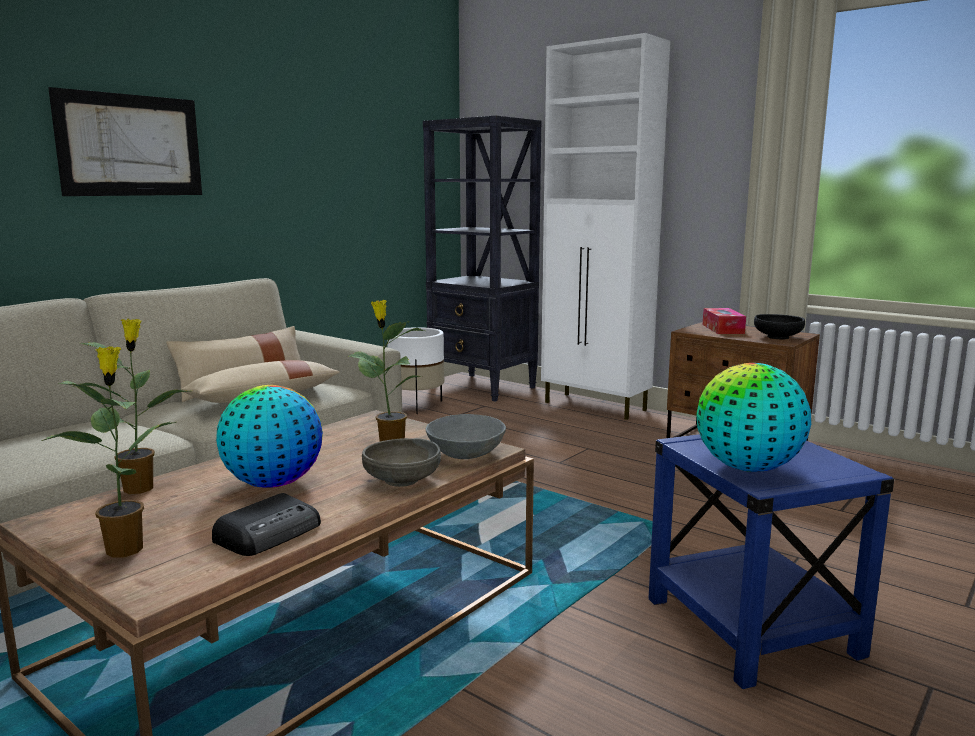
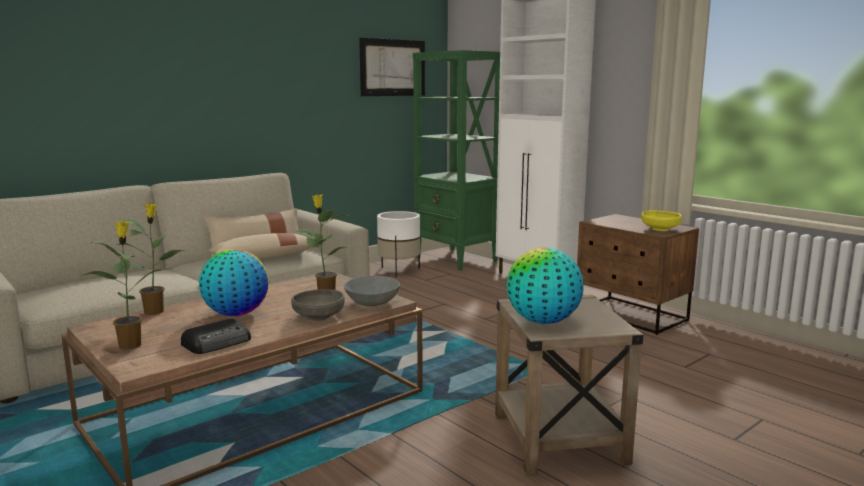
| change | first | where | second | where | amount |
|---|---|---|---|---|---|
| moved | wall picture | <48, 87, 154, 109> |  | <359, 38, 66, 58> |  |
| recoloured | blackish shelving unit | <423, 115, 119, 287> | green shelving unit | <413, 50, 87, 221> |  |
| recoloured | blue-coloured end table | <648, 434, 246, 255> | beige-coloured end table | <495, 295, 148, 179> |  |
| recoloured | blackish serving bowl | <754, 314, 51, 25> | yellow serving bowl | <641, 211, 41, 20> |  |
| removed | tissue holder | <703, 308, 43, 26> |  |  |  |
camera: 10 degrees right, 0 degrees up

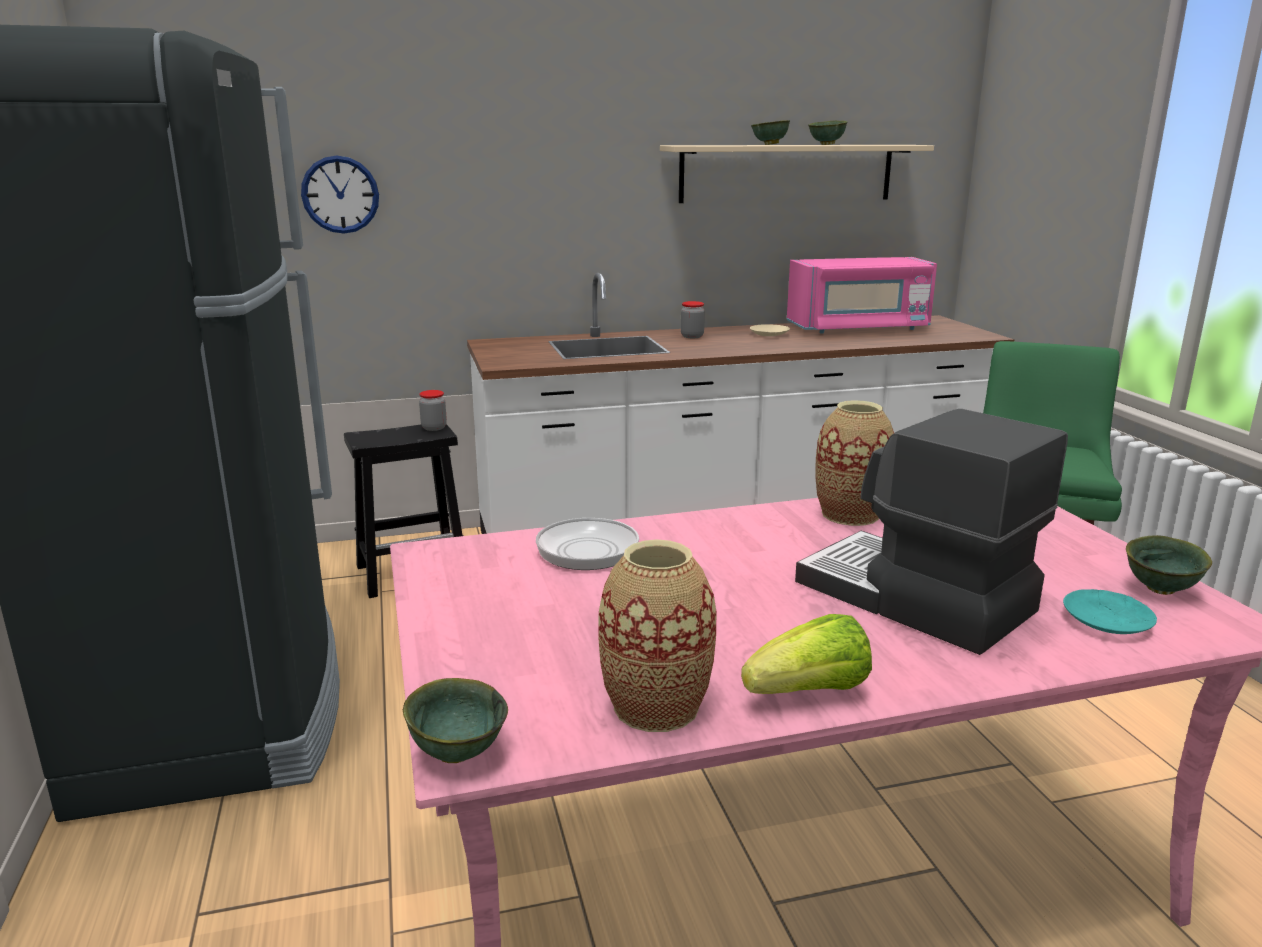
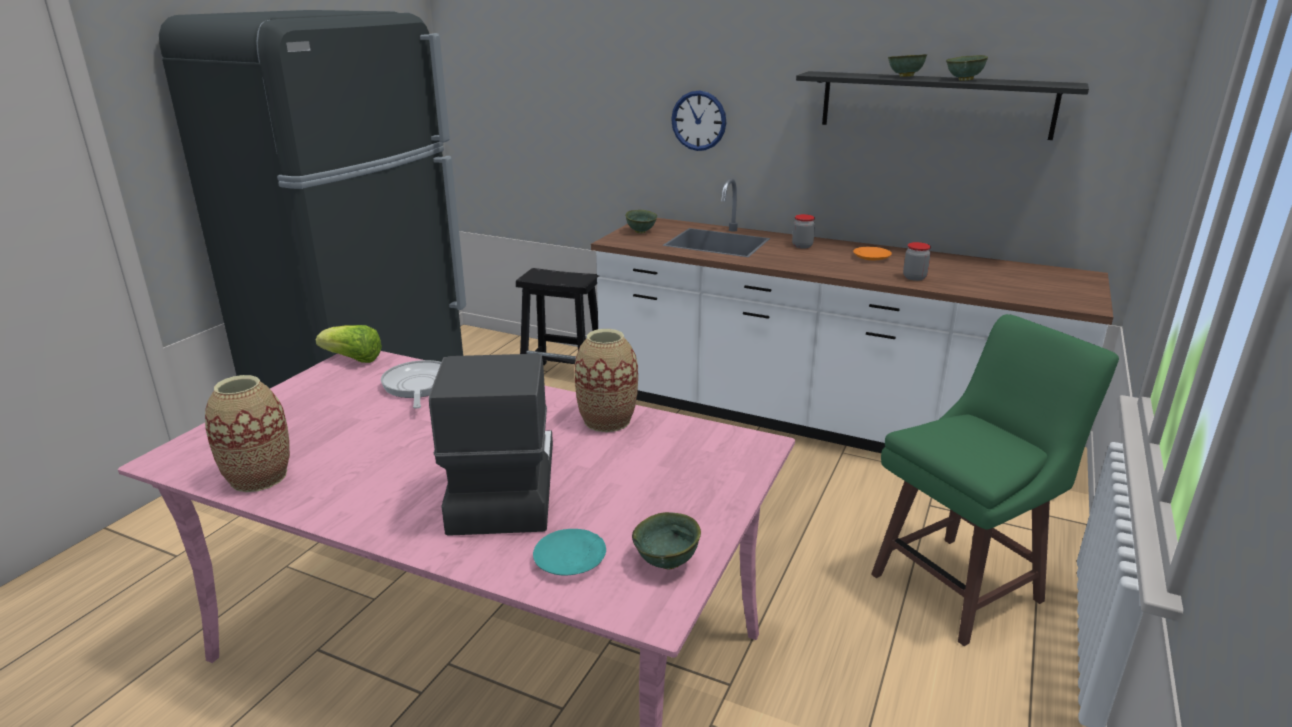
| change | first | where | second | where | amount |
|---|---|---|---|---|---|
| moved | lettuce | <741, 614, 131, 80> |  | <316, 325, 66, 38> |  |
| moved | green serving bowl | <403, 678, 105, 85> |  | <625, 210, 32, 23> |  |
| moved | hanging clock | <301, 155, 78, 79> |  | <671, 91, 55, 60> |  |
| recoloured | beige-coloured wall shelf | <660, 145, 274, 58> | blackish wall shelf | <796, 71, 293, 69> |  |
| recoloured | beige-coloured plate | <750, 324, 40, 12> | orangey plate | <853, 247, 39, 13> |  |
| moved | storage jar | <419, 390, 28, 41> |  | <903, 242, 28, 39> |  |
| removed | pink microwave | <787, 257, 150, 77> |  |  |  |
camera: 40 degrees right, 5 degrees up

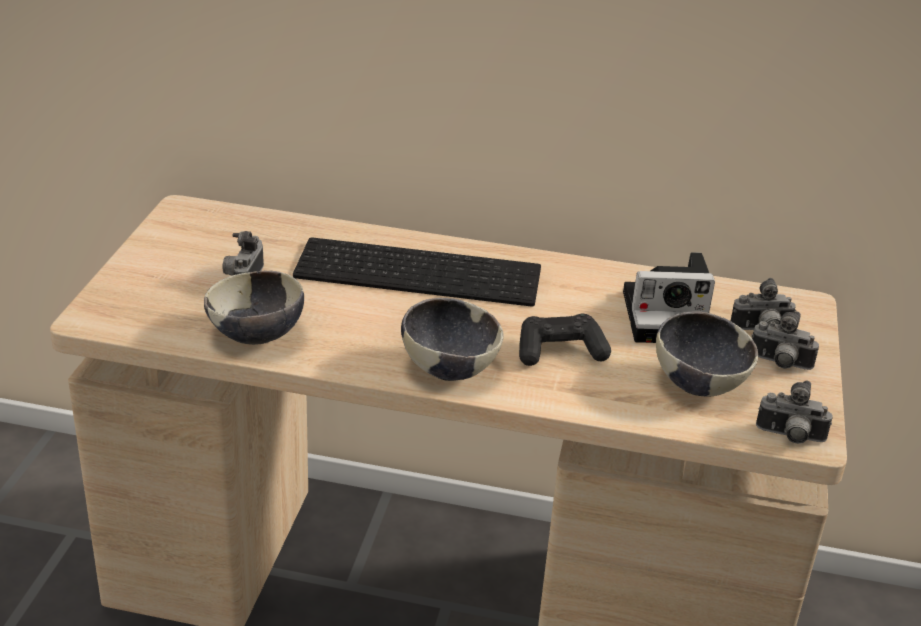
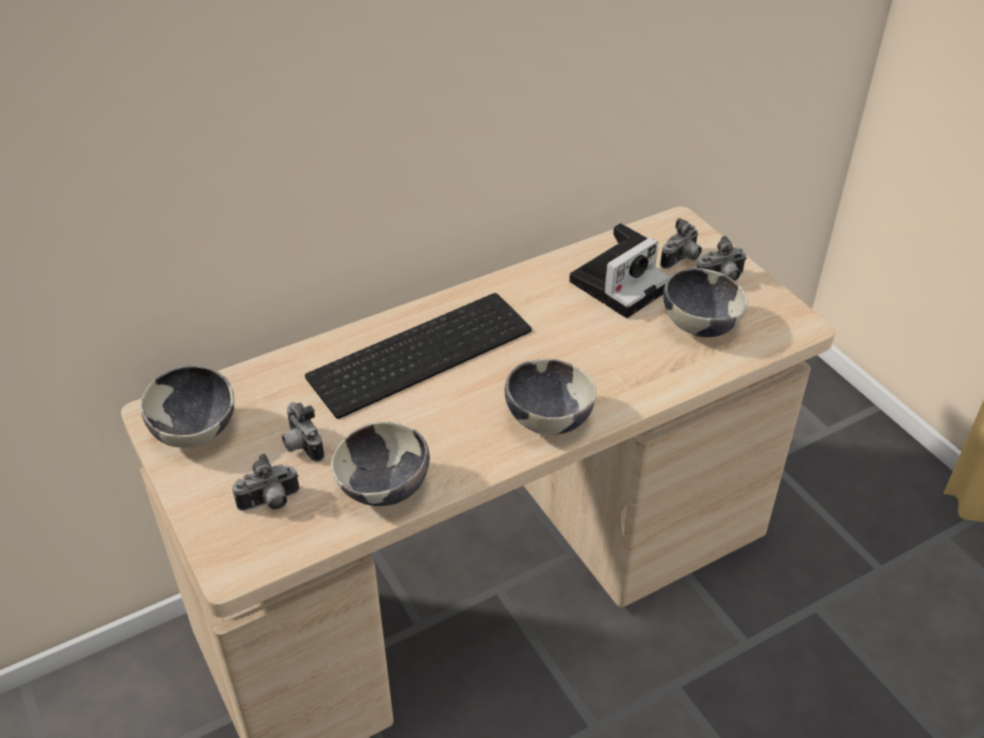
| change | first | where | second | where | amount |
|---|---|---|---|---|---|
| added |  |  | serving bowl | <140, 365, 94, 83> |  |
| moved | photo camera | <756, 381, 76, 63> |  | <232, 454, 67, 57> |  |
| removed | blackish gamepad | <519, 313, 92, 53> |  |  |  |
camera: 40 degrees left, 10 degrees up

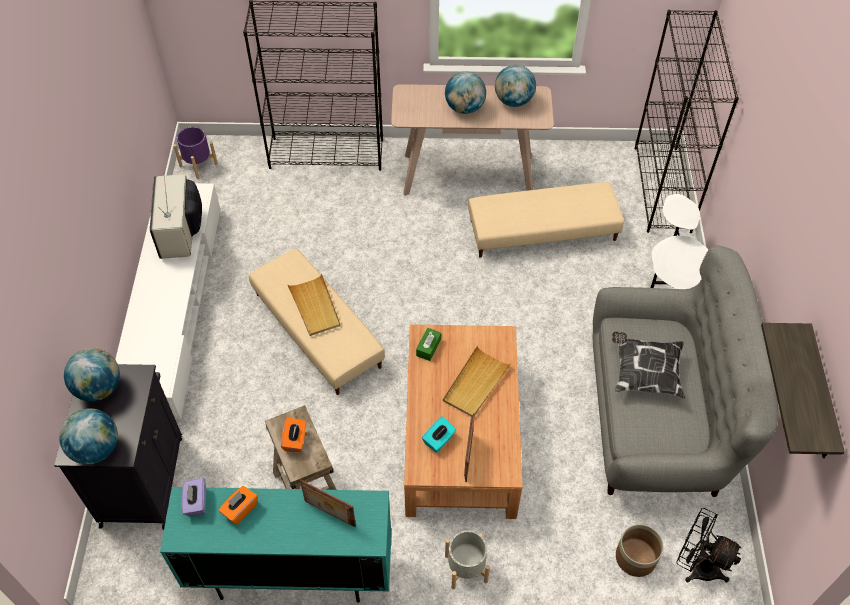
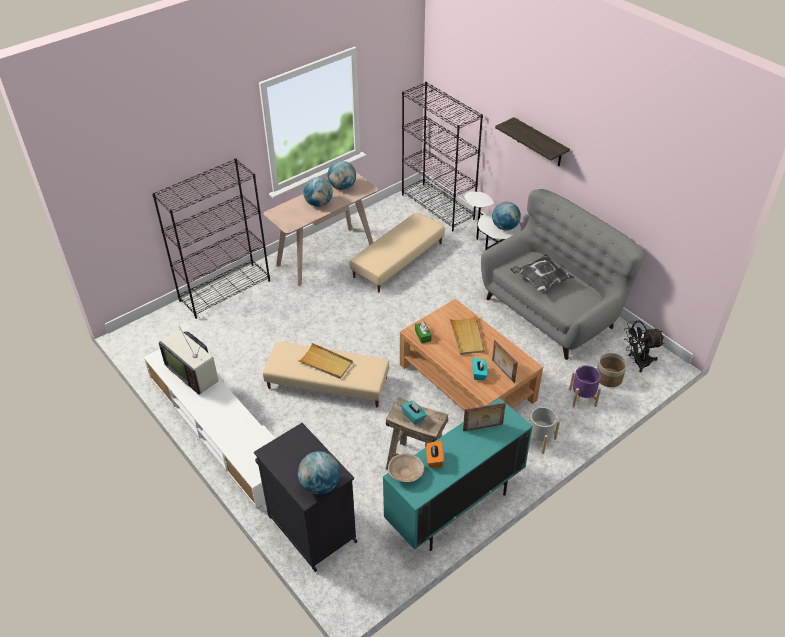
| change | first | where | second | where | amount |
|---|---|---|---|---|---|
| replaced | purple tissue holder | <182, 478, 24, 38> | beige-coloured serving bowl | <388, 453, 36, 29> |  |
| recoloured | orangey tissue holder | <281, 417, 25, 35> | turquoise tissue holder | <401, 400, 26, 25> |  |
| moved | desk globe | <64, 348, 56, 53> |  | <492, 202, 29, 29> |  |
| moved | wall shelf | <761, 323, 84, 135> |  | <495, 117, 75, 49> |  |
| moved | purple flower pot | <173, 127, 45, 52> |  | <569, 365, 32, 42> |  |
camera: 40 degrees left, 10 degrees down

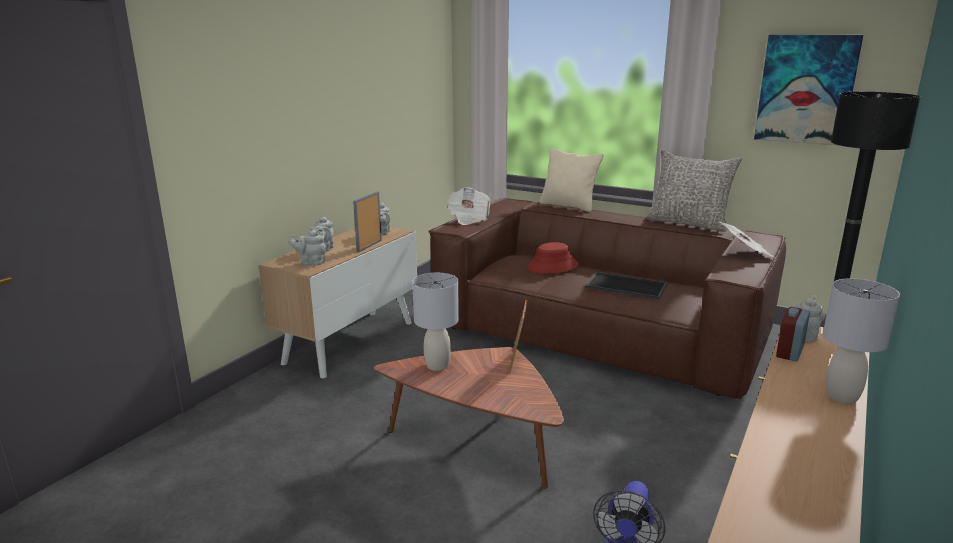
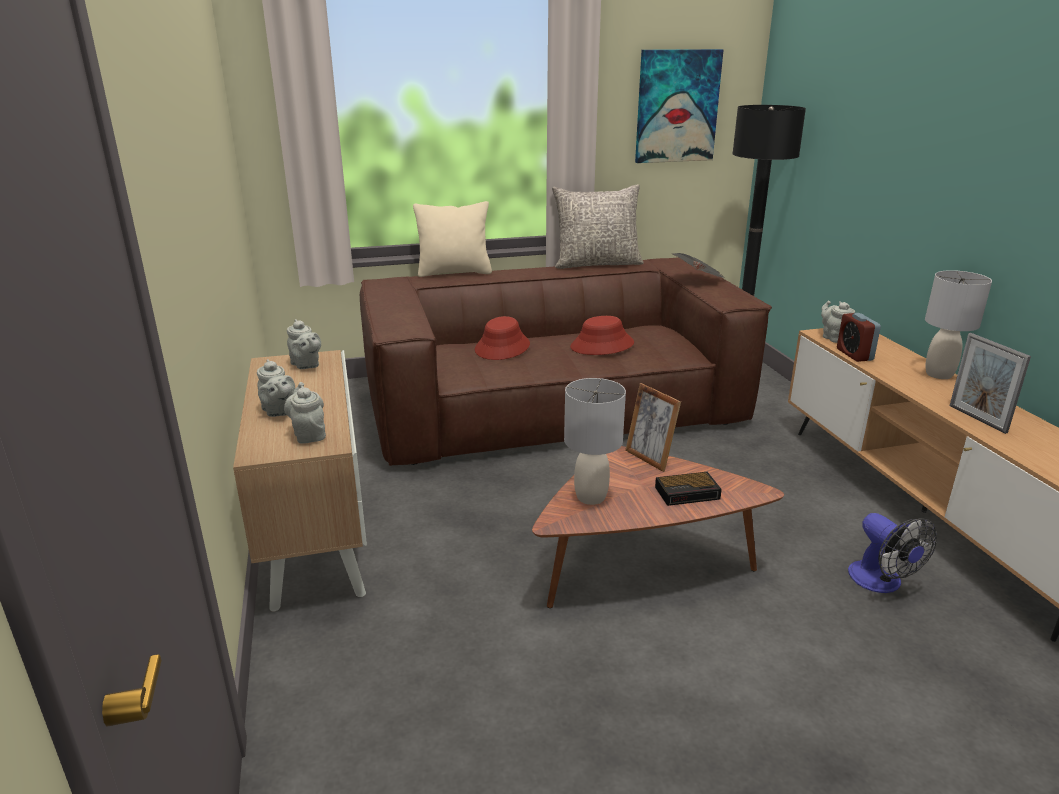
| change | first | where | second | where | amount |
|---|---|---|---|---|---|
| turned | greyish teapot | <289, 230, 38, 36> |  | <284, 382, 42, 62> | 105 degrees clockwise |
| replaced | serving tray | <585, 272, 82, 28> | red-coloured hat | <570, 316, 64, 39> |  |
| added |  |  | alarm clock | <655, 472, 67, 34> |  |
| moved | photo frame | <353, 191, 29, 62> |  | <950, 333, 81, 101> |  |
| removed | printed paper | <447, 187, 44, 38> |  |  |  |
camera: 45 degrees left, 5 degrees up

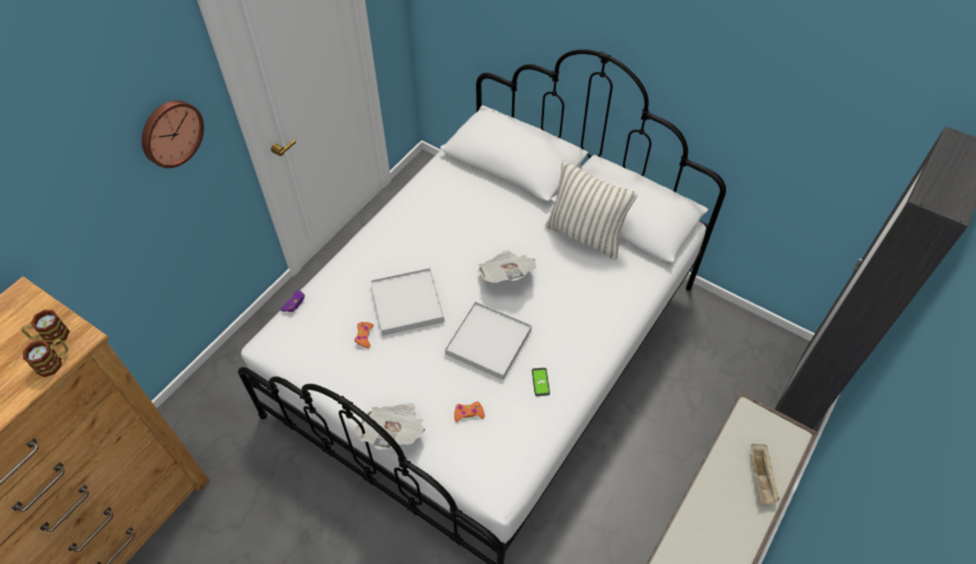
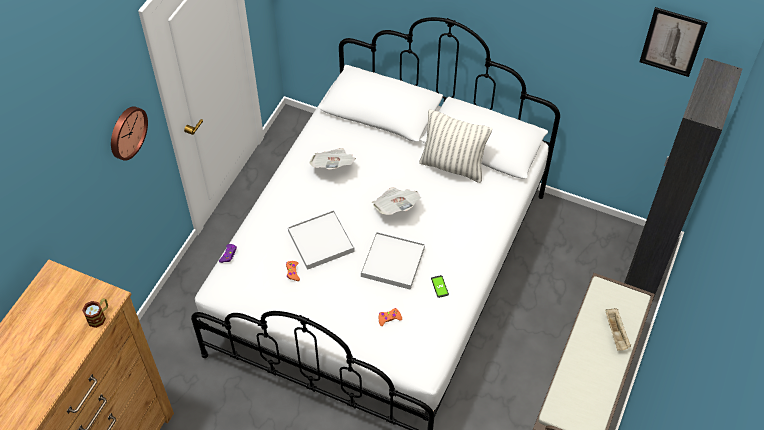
| change | first | where | second | where | amount |
|---|---|---|---|---|---|
| moved | printed paper | <355, 403, 70, 47> |  | <309, 148, 47, 22> |  |
| added |  |  | wall picture | <640, 7, 68, 70> |  |
| removed | mug | <21, 310, 49, 35> |  |  |  |
camera: 10 degrees left, 0 degrees up

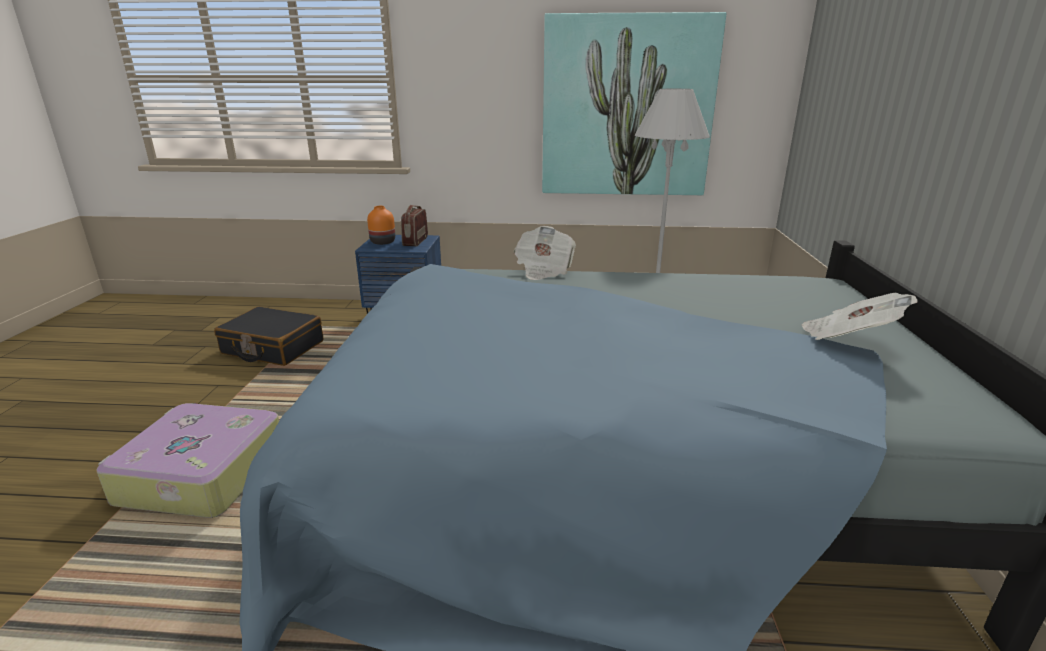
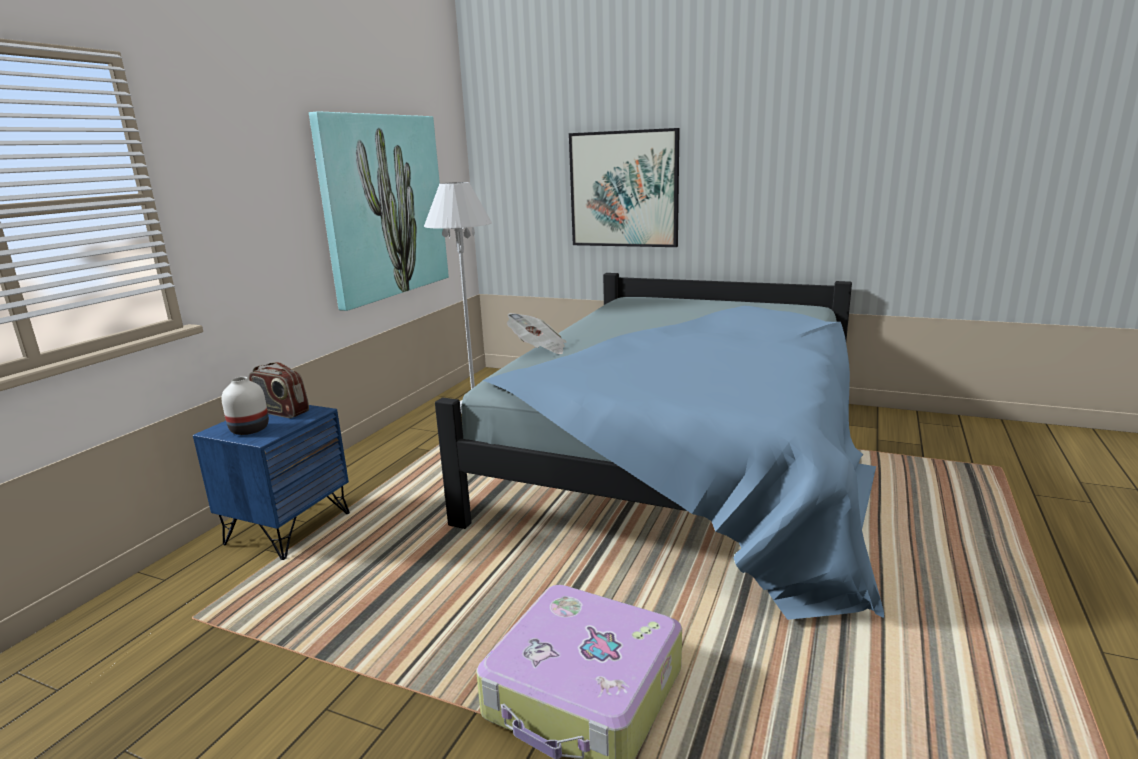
| change | first | where | second | where | amount |
|---|---|---|---|---|---|
| recoloured | orangey decorative vase | <367, 206, 28, 39> | whitish decorative vase | <221, 377, 48, 58> |  |
| added |  |  | wall picture | <569, 128, 111, 119> |  |
| removed | blackish suitcase | <214, 306, 109, 60> |  |  |  |
| removed | printed paper | <802, 293, 116, 47> |  |  |  |
camera: 70 degrees left, 5 degrees down

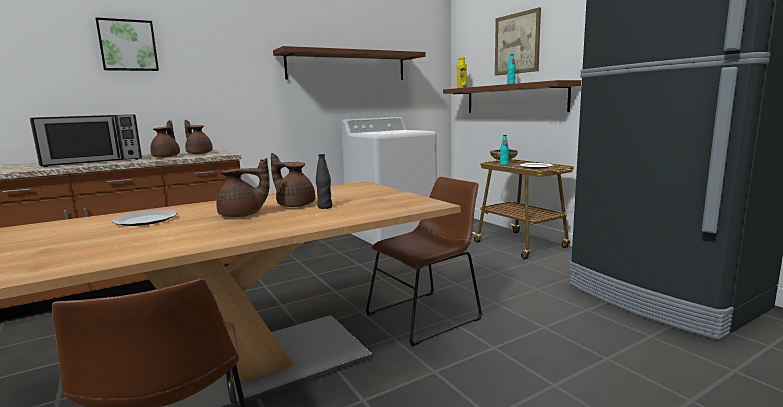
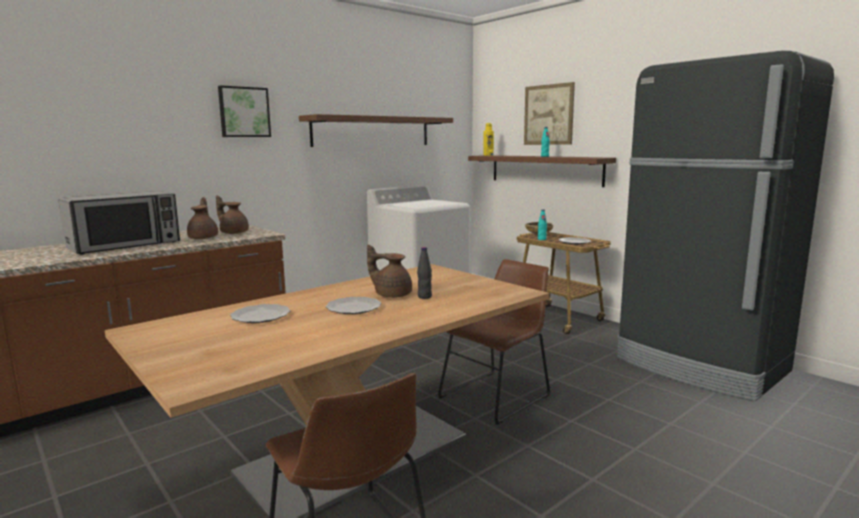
| change | first | where | second | where | amount |
|---|---|---|---|---|---|
| moved | wall picture | <95, 17, 64, 54> |  | <218, 85, 53, 52> |  |
| replaced | brownish teapot | <216, 158, 54, 59> | plate | <326, 297, 55, 17> |  |
camera: 10 degrees left, 0 degrees up

